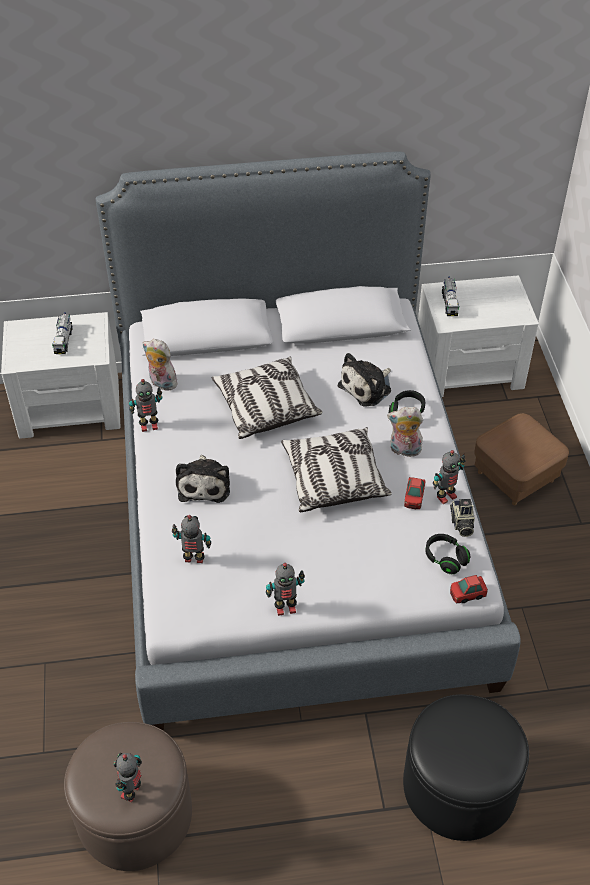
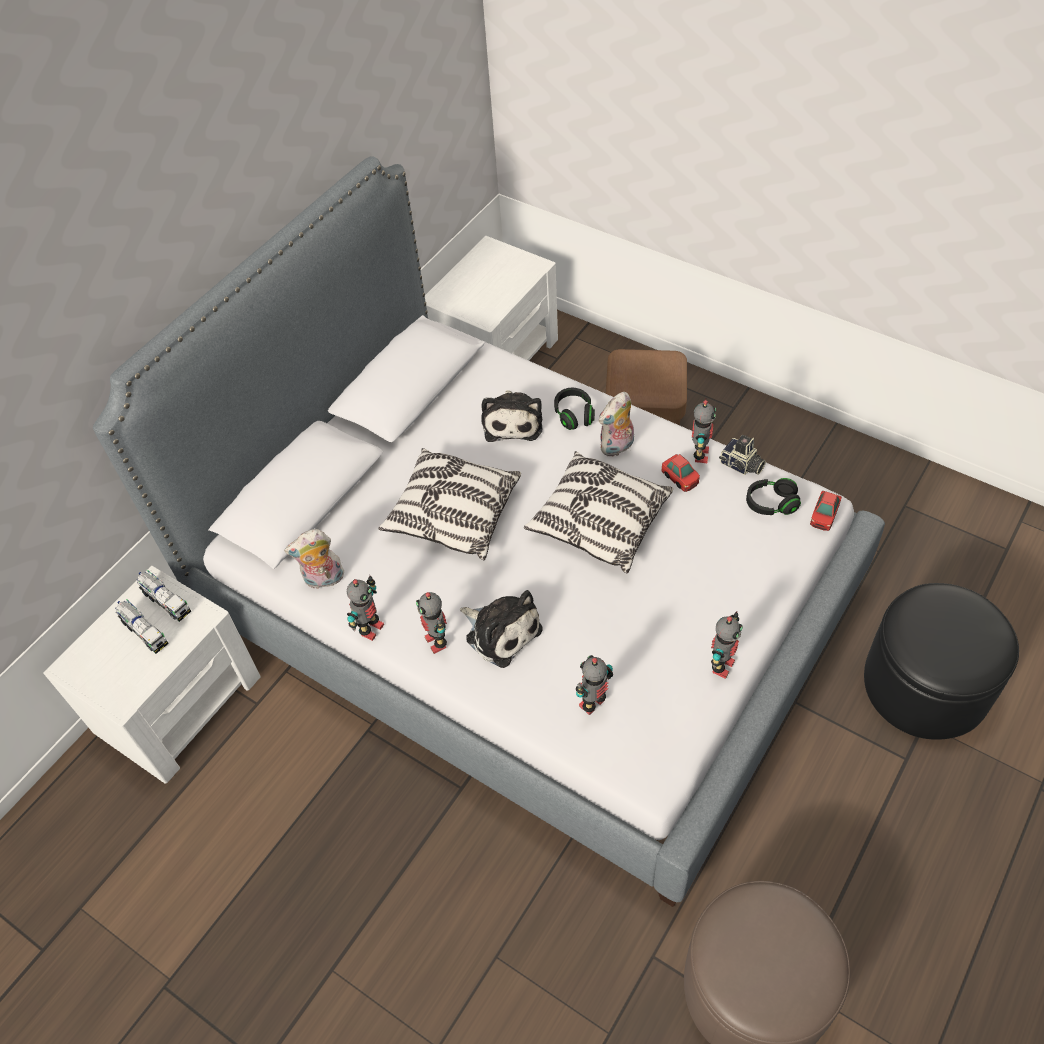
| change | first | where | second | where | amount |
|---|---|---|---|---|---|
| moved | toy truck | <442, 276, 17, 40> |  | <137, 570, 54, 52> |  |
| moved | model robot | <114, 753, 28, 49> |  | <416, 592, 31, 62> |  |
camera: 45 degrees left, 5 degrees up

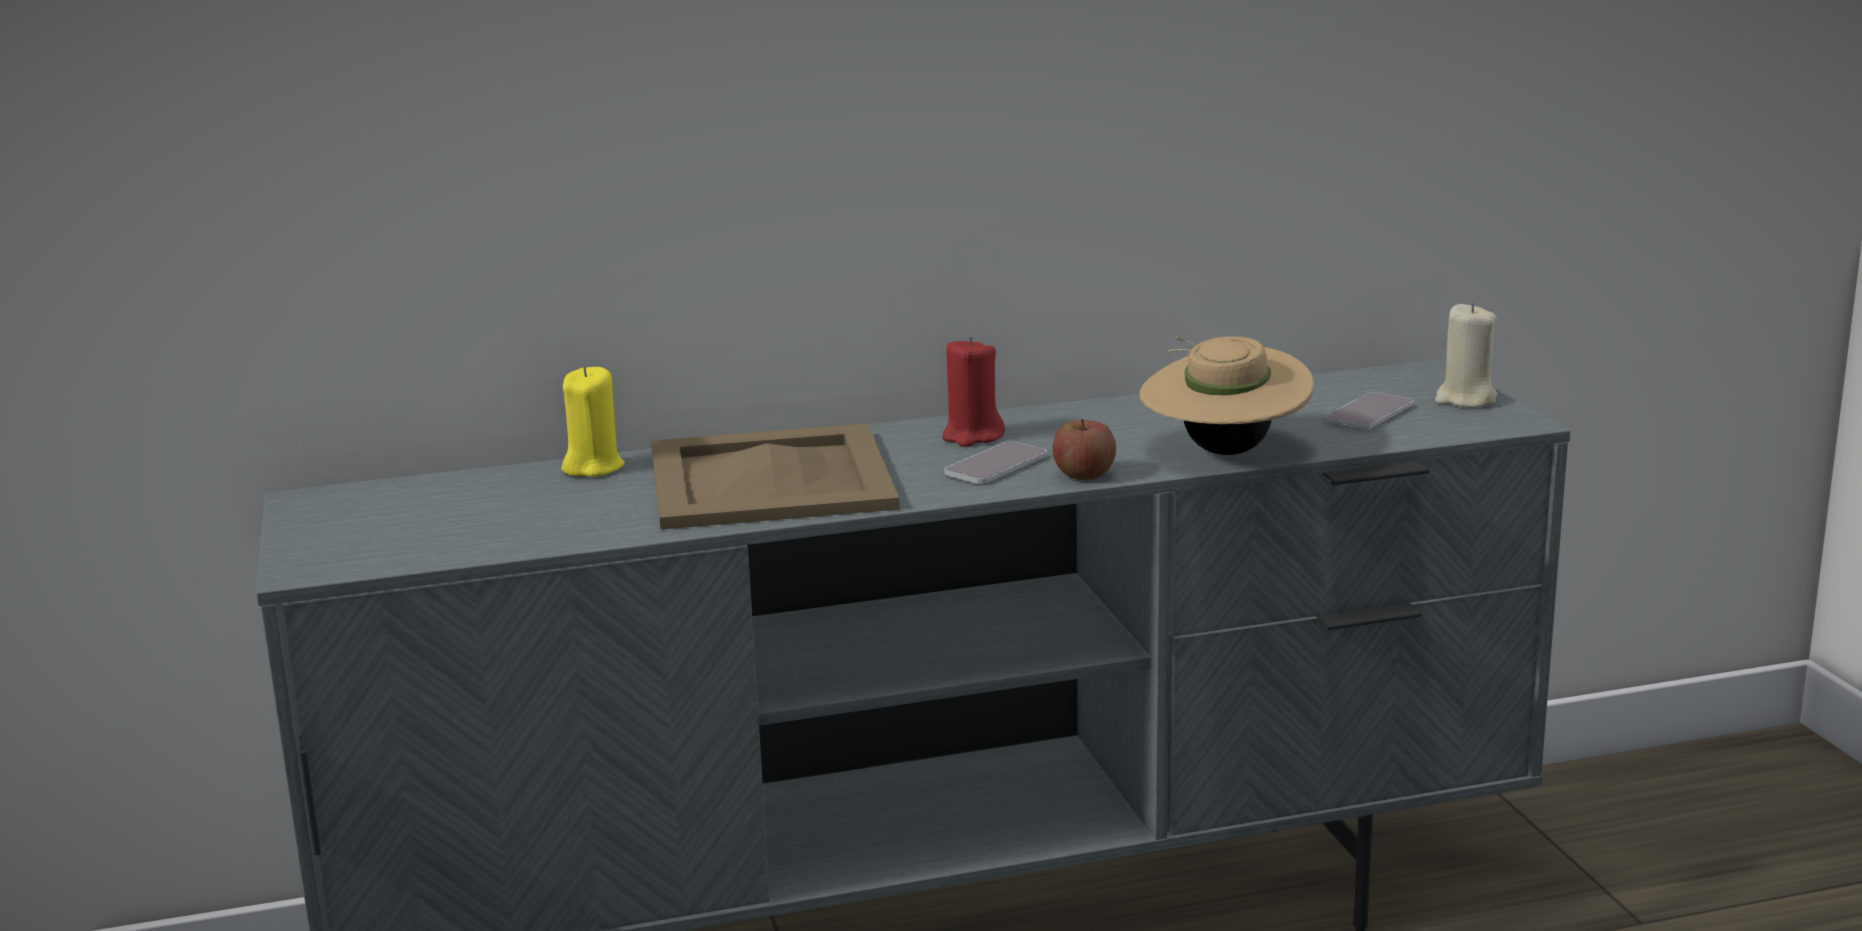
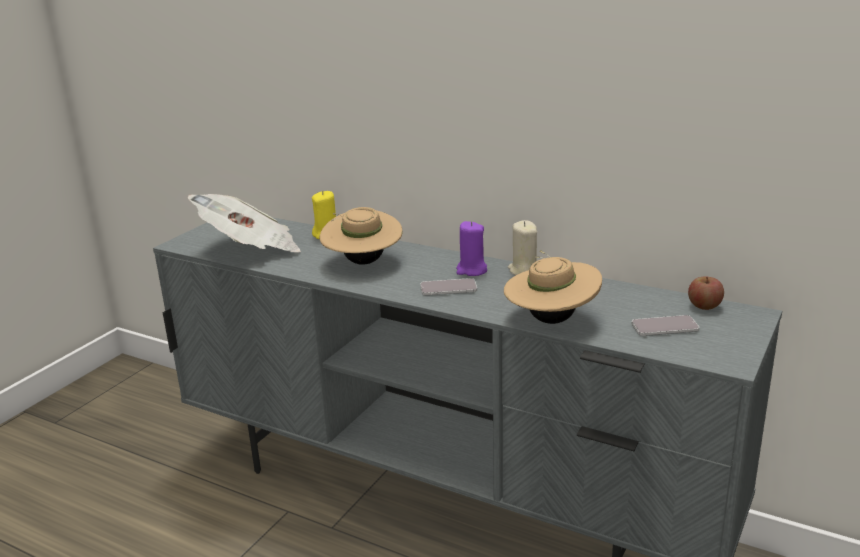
| change | first | where | second | where | amount |
|---|---|---|---|---|---|
| added |  |  | printed paper | <188, 194, 113, 58> |  |
| replaced | beige-coloured serving tray | <651, 424, 249, 106> | beige-coloured hat | <319, 207, 83, 58> |  |
| recoloured | red-coloured candle | <942, 337, 63, 110> | purple candle | <456, 221, 31, 55> |  |
| moved | beige-coloured candle | <1435, 303, 62, 105> |  | <508, 220, 29, 55> |  |
| moved | apple | <1052, 419, 64, 61> |  | <688, 277, 36, 33> |  |
camera: 45 degrees right, 5 degrees up

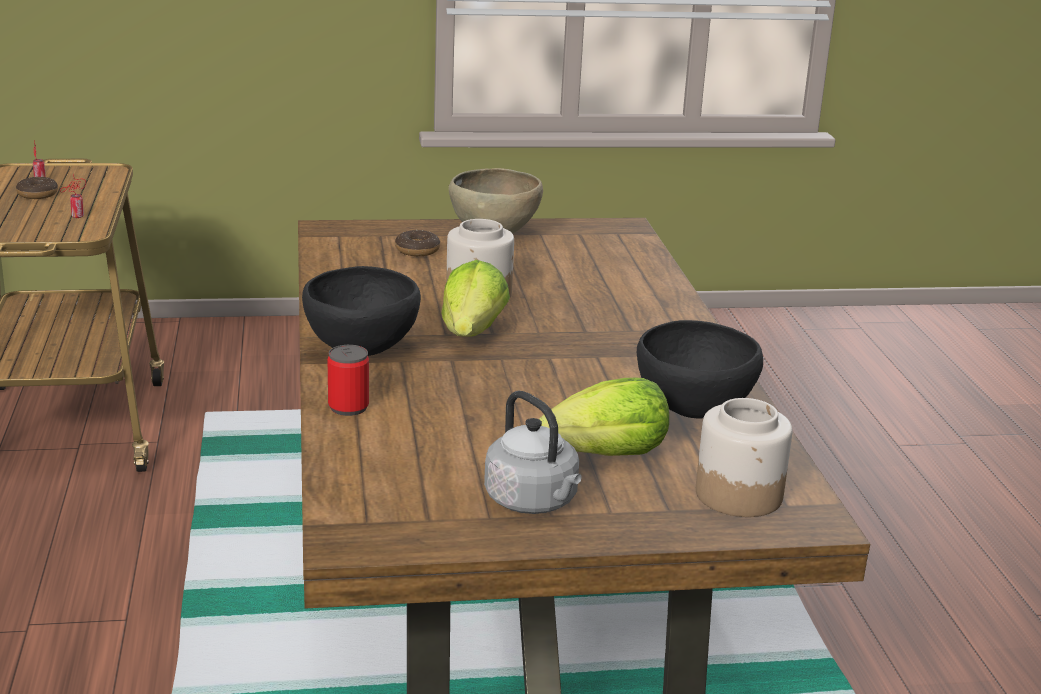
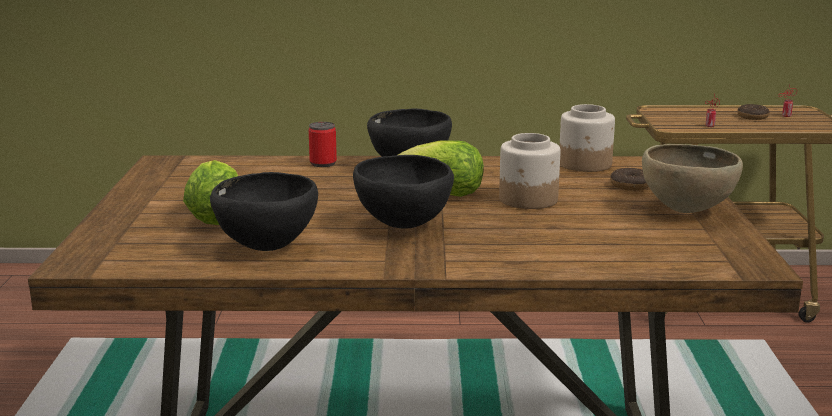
| change | first | where | second | where | amount |
|---|---|---|---|---|---|
| added |  |  | blackish serving bowl | <353, 155, 101, 73> |  |
| moved | storage jar | <696, 398, 97, 119> |  | <560, 104, 55, 68> |  |
| removed | greyish tea kettle | <484, 391, 98, 123> |  |  |  |
camera: 100 degrees right, 5 degrees down

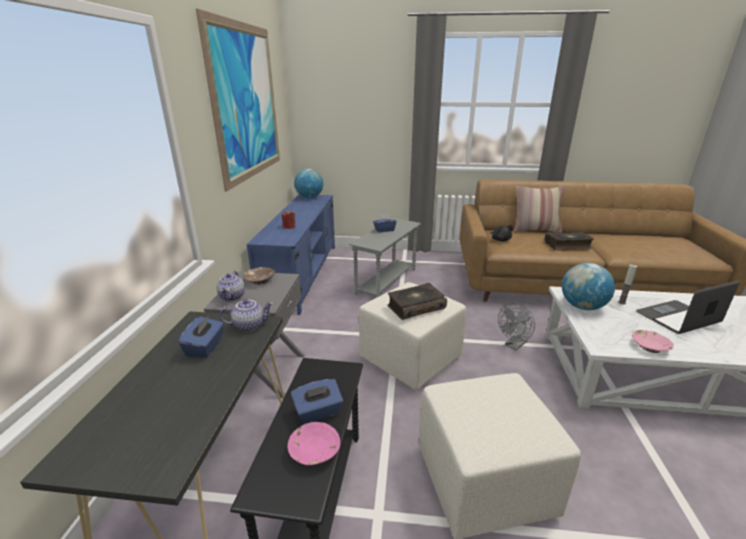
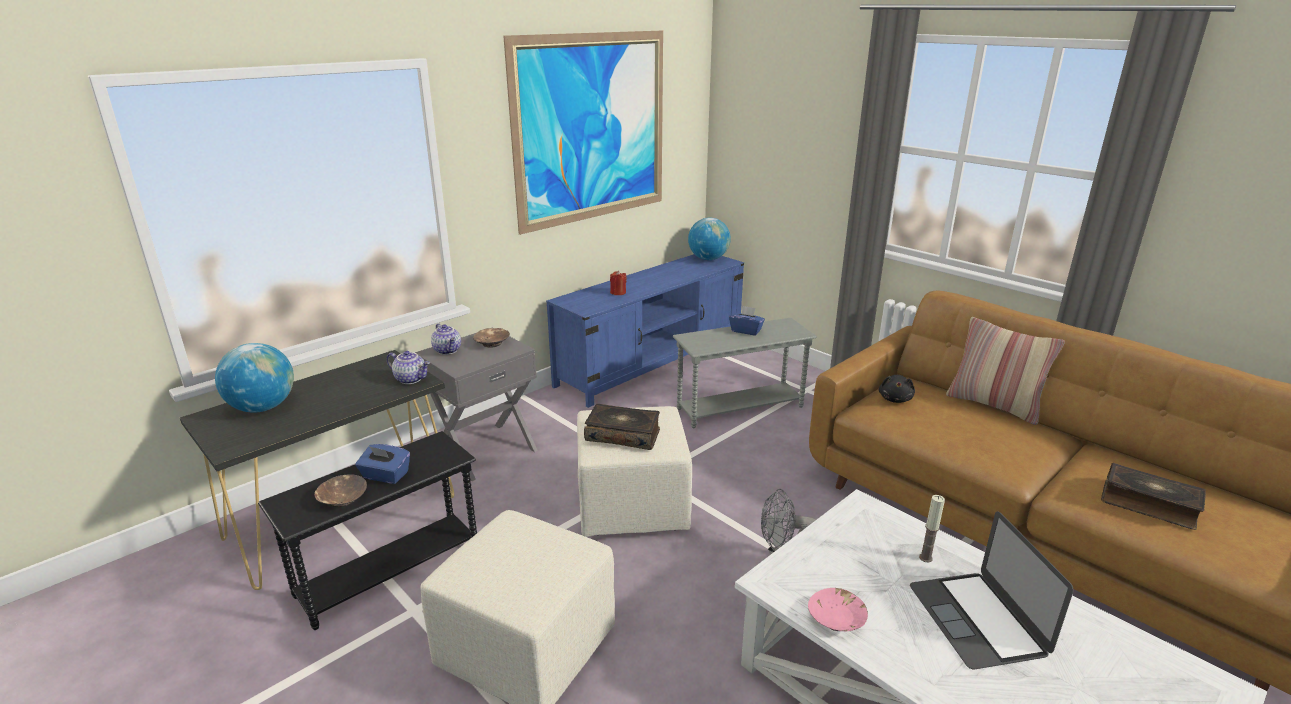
| change | first | where | second | where | amount |
|---|---|---|---|---|---|
| moved | desk globe | <562, 263, 53, 47> |  | <215, 343, 79, 70> |  |
| recoloured | pink serving bowl | <288, 422, 52, 43> | brownish serving bowl | <314, 474, 53, 33> |  |
| turned | teapot | <217, 271, 28, 30> |  | <431, 323, 30, 32> | 75 degrees counterclockwise |
| turned | notebook computer | <636, 281, 104, 53> |  | <910, 512, 164, 157> | 120 degrees counterclockwise |
| moved | book | <545, 232, 49, 19> |  | <1101, 463, 105, 67> |  |
| removed | blue-coloured tissue holder | <178, 315, 46, 43> |  |  |  |
camera: 40 degrees right, 0 degrees up

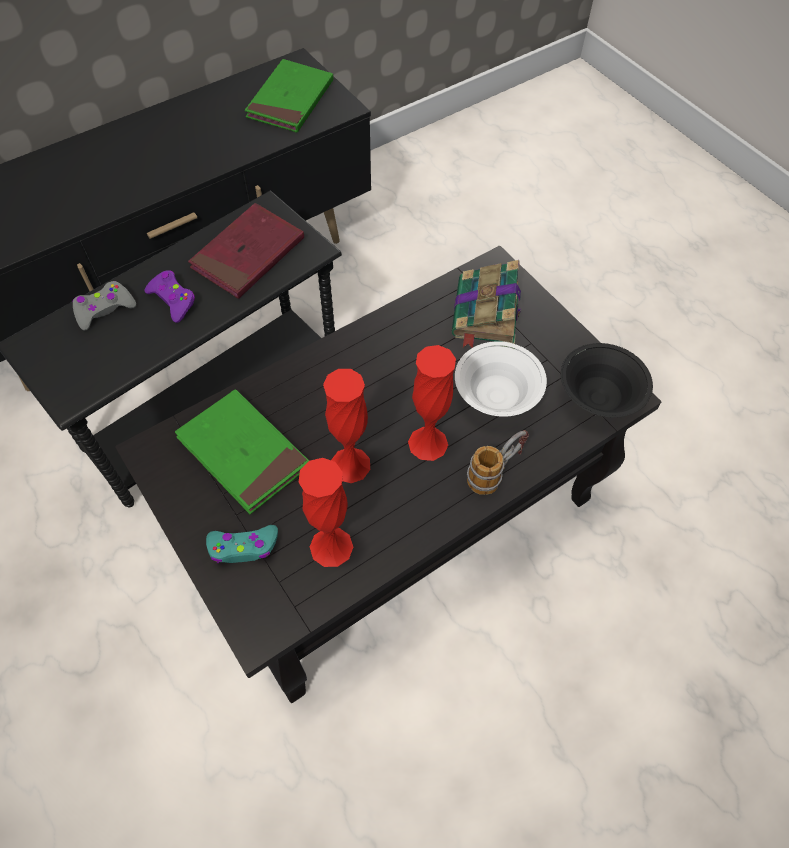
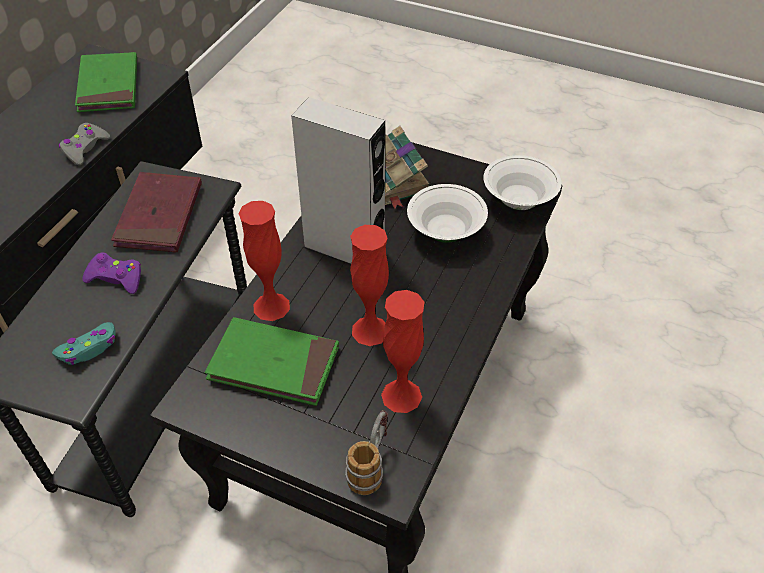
| change | first | where | second | where | amount |
|---|---|---|---|---|---|
| moved | turquoise gamepad | <206, 525, 72, 38> |  | <52, 322, 64, 43> |  |
| moved | greyish gamepad | <72, 281, 64, 50> |  | <59, 123, 51, 42> |  |
| moved | red-coloured decorative vase | <408, 345, 48, 116> |  | <238, 201, 52, 120> |  |
| added |  |  | greyish loudspeaker | <291, 97, 94, 168> |  |
| moved | mug | <467, 430, 62, 65> |  | <345, 410, 43, 85> |  |
| recoloured | blackish serving bowl | <561, 343, 92, 75> | whitish serving bowl | <483, 155, 79, 55> |  |
camera: 30 degrees left, 10 degrees down

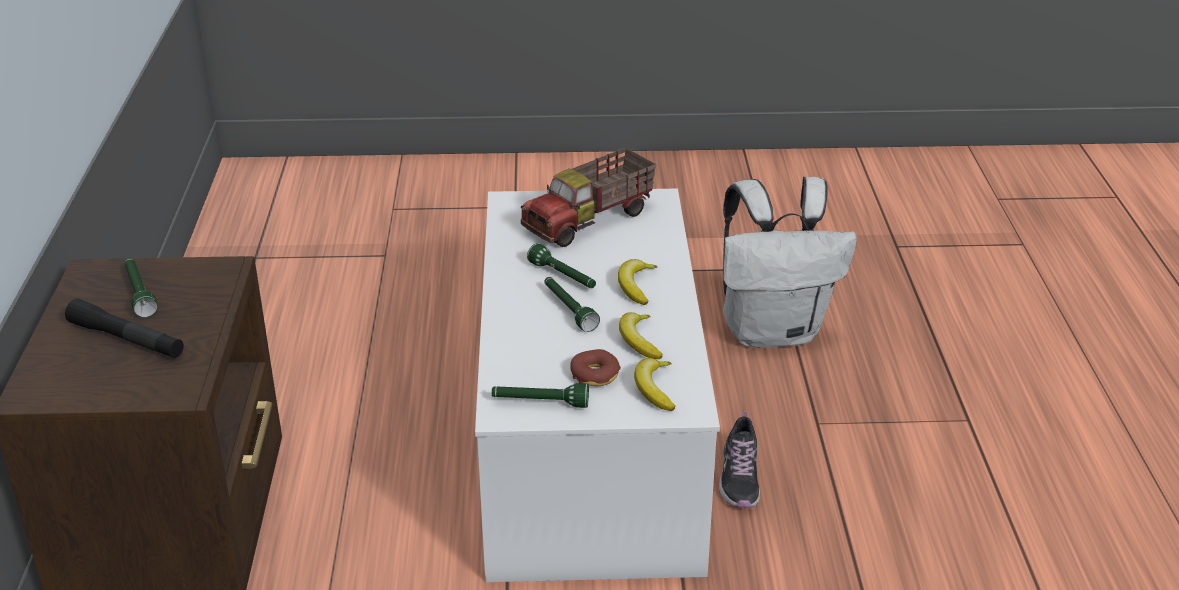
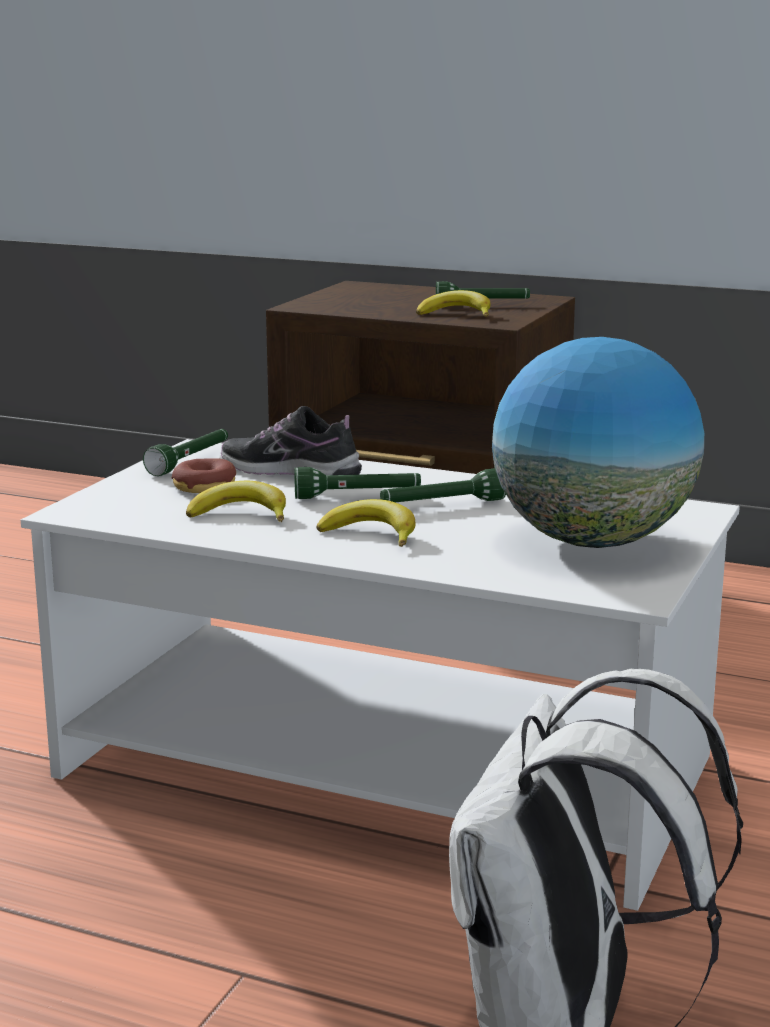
| change | first | where | second | where | amount |
|---|---|---|---|---|---|
| moved | shoe | <719, 411, 41, 97> |  | <221, 406, 141, 70> |  |
| moved | whole banana | <634, 358, 41, 53> |  | <416, 290, 74, 27> |  |
| replaced | toy truck | <521, 148, 135, 99> | desk globe | <492, 337, 212, 211> |  |
| removed | blackish torch | <65, 298, 119, 60> |  |  |  |
camera: 115 degrees right, 15 degrees down

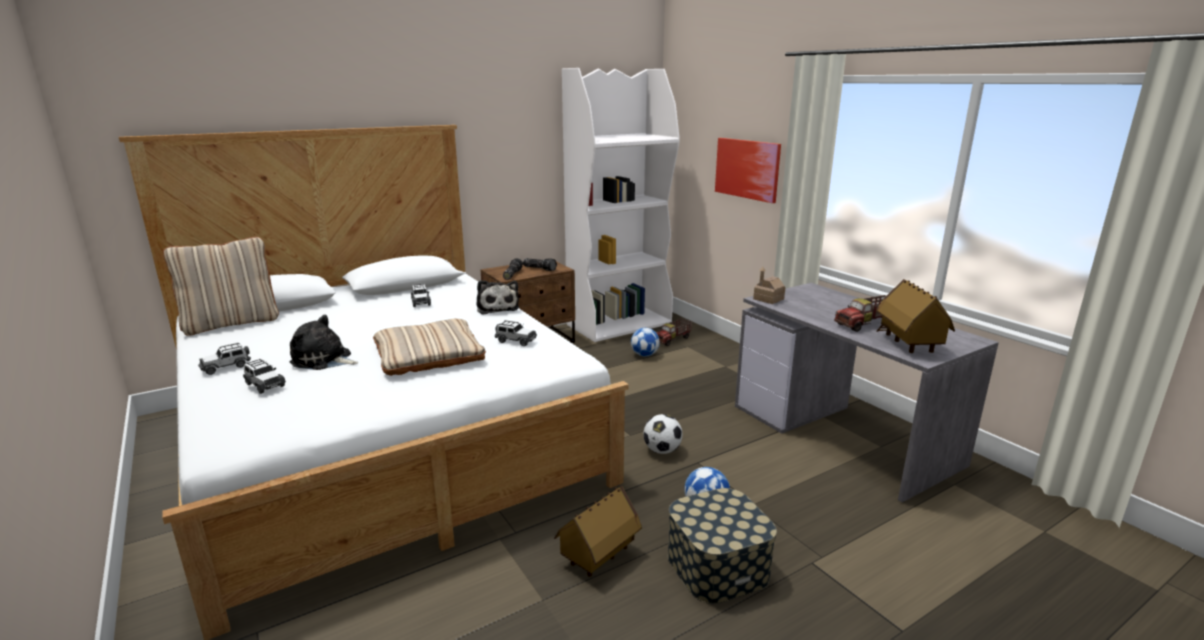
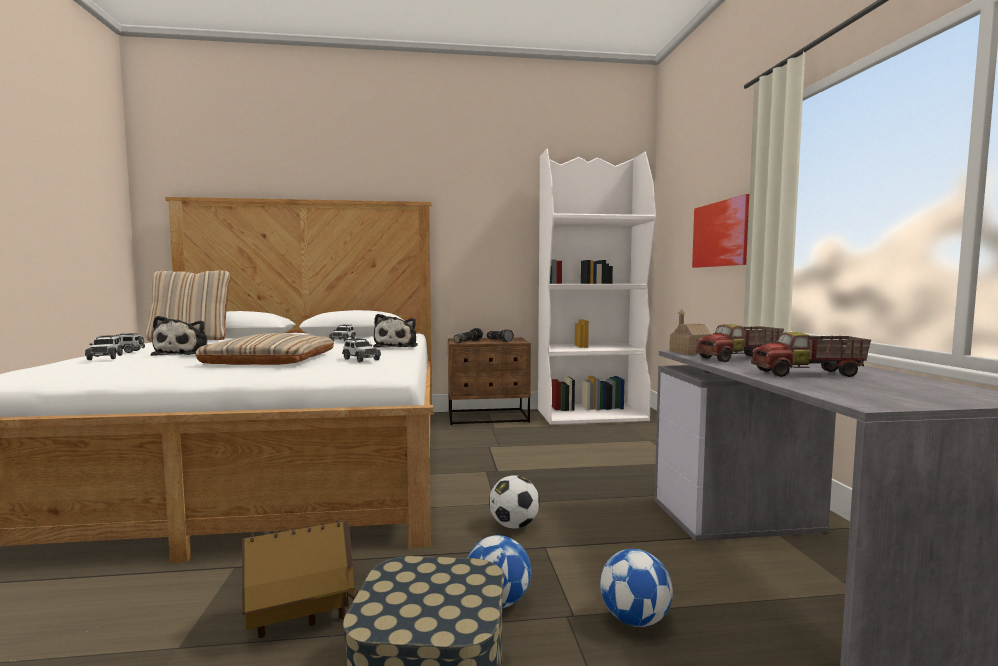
| change | first | where | second | where | amount |
|---|---|---|---|---|---|
| turned | soft toy | <290, 315, 69, 55> |  | <150, 316, 58, 40> | 135 degrees counterclockwise |
| moved | football ball | <631, 328, 29, 29> |  | <600, 549, 73, 78> |  |
| moved | toy truck | <656, 318, 37, 28> |  | <696, 324, 88, 38> |  |
| removed | toy house | <876, 279, 79, 74> |  |  |  |
camera: 25 degrees right, 15 degrees down

